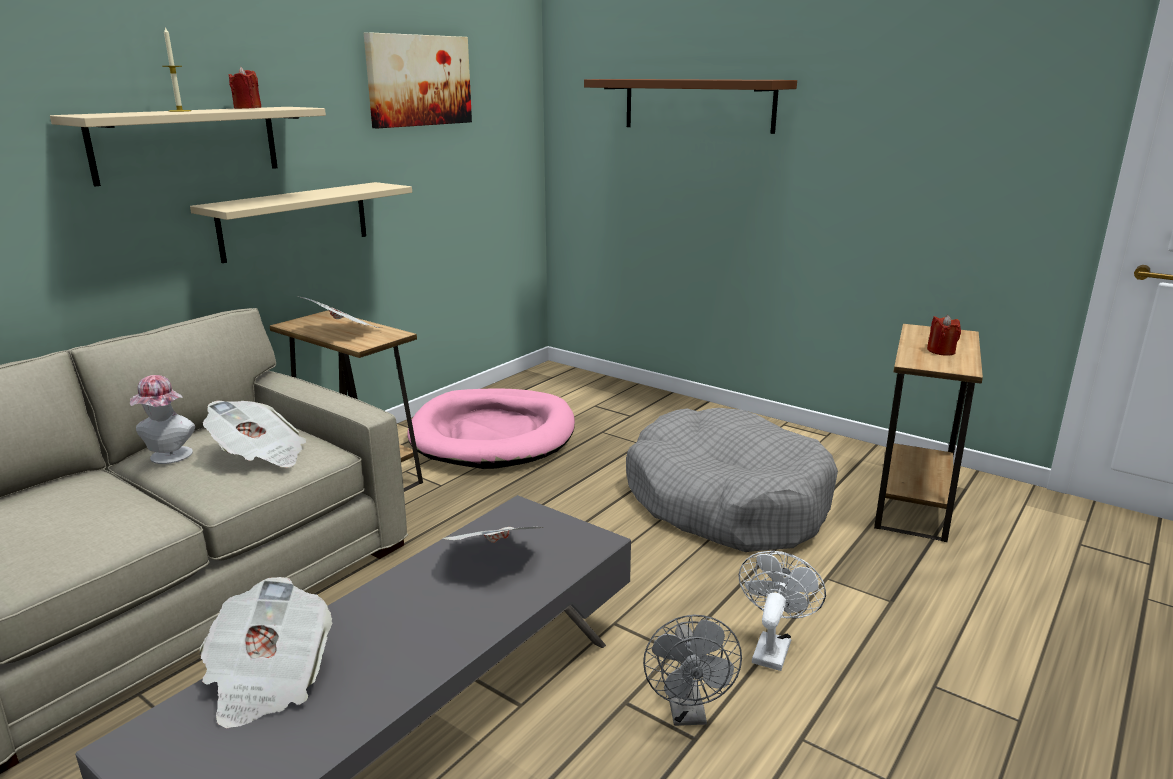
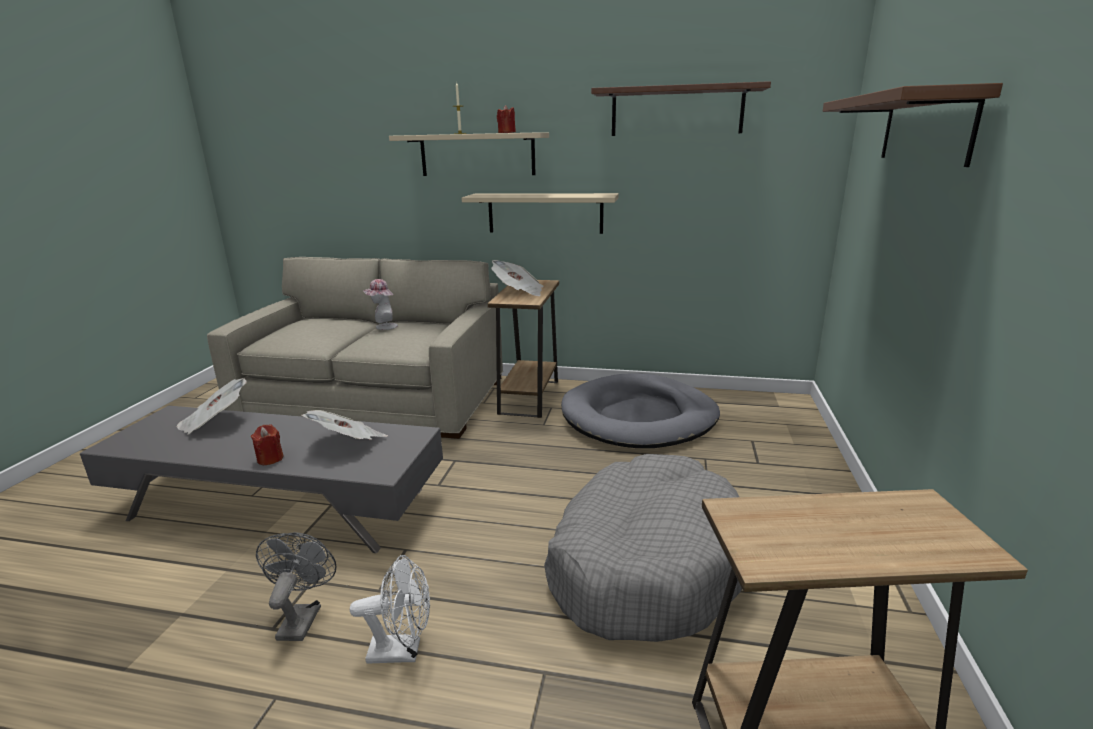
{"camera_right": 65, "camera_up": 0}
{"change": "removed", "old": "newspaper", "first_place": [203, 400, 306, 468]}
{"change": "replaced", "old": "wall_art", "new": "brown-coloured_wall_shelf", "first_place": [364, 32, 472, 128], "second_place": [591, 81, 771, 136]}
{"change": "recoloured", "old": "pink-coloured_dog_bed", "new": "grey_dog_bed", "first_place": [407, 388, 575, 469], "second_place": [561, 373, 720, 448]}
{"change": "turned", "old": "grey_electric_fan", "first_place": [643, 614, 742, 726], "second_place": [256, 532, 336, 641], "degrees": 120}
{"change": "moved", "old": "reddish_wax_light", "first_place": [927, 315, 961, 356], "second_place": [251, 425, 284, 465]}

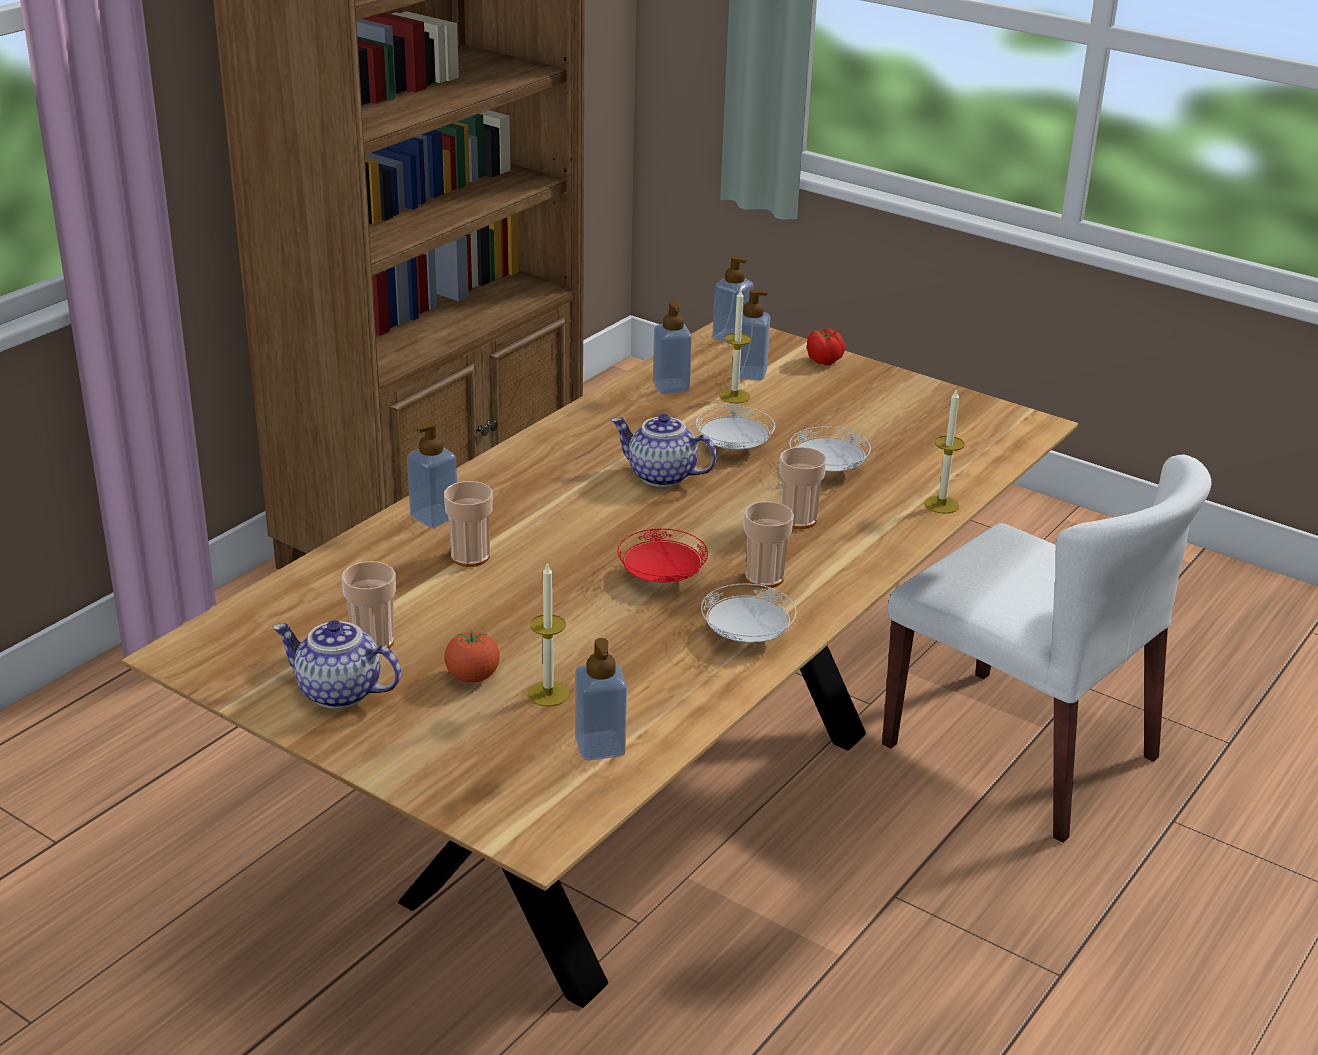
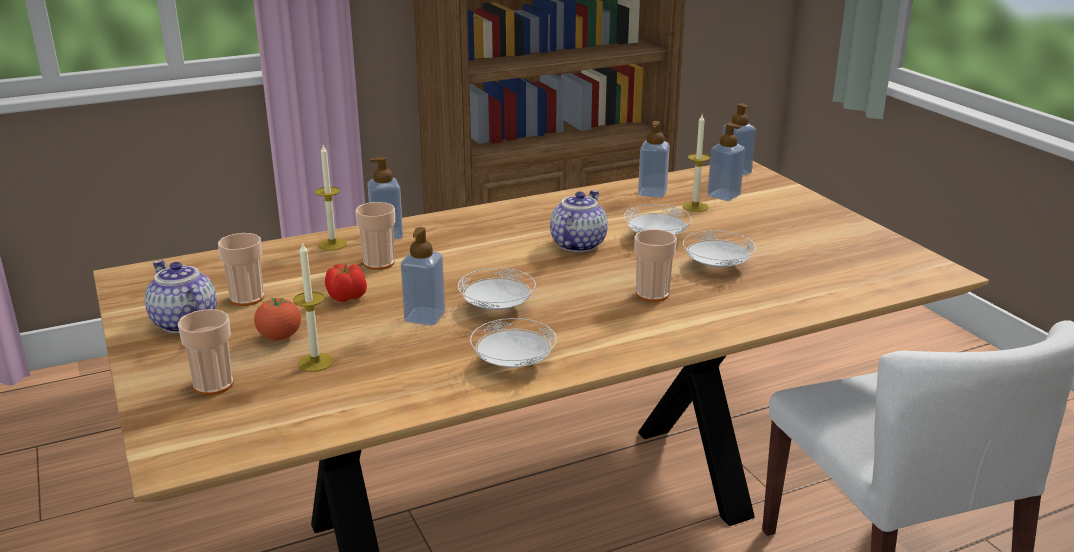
{"camera_right": 30, "camera_up": -5}
{"change": "moved", "old": "liquid_soap_bottle", "first_place": [575, 638, 627, 761], "second_place": [401, 227, 445, 326]}
{"change": "turned", "old": "pot_for_tea", "first_place": [611, 414, 717, 487], "second_place": [550, 190, 608, 252], "degrees": 60}
{"change": "recoloured", "old": "reddish_dinner_plate", "new": "white-coloured_dinner_plate", "first_place": [618, 528, 708, 583], "second_place": [458, 268, 536, 310]}
{"change": "moved", "old": "drinking_cup", "first_place": [744, 501, 794, 588], "second_place": [178, 309, 234, 396]}
{"change": "moved", "old": "fresh_tomato", "first_place": [807, 328, 845, 365], "second_place": [325, 263, 367, 302]}
{"change": "moved", "old": "wax_light", "first_place": [925, 388, 965, 514], "second_place": [315, 145, 347, 250]}

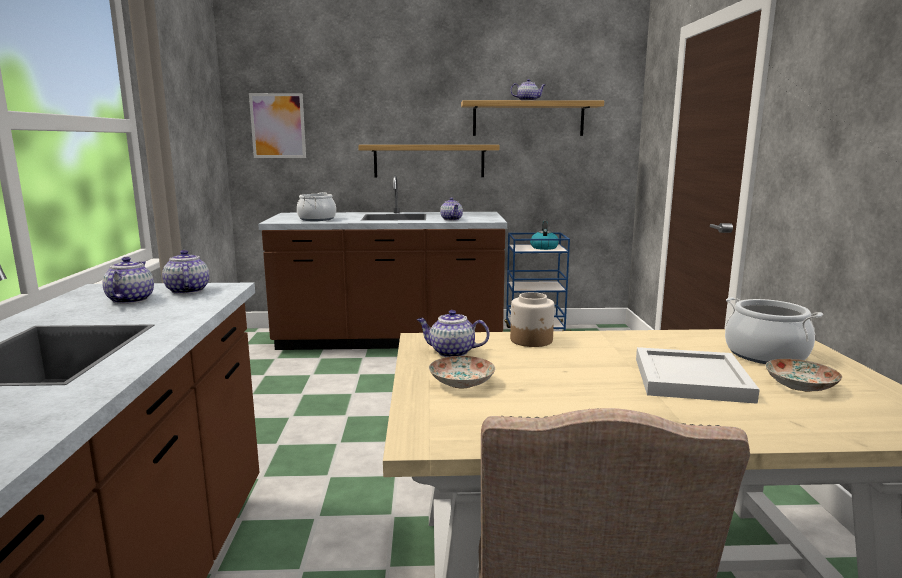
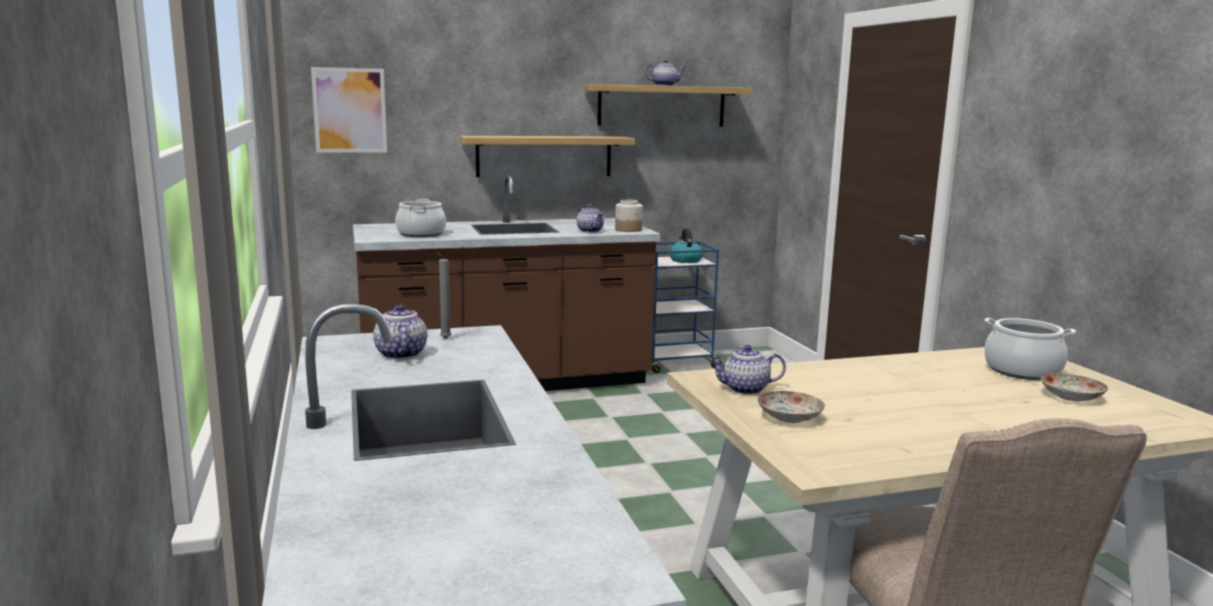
{"camera_right": -15, "camera_up": 0}
{"change": "replaced", "old": "pot_for_tea", "new": "grey_wax_light", "first_place": [162, 250, 209, 294], "second_place": [435, 252, 451, 339]}
{"change": "moved", "old": "jar", "first_place": [510, 292, 554, 347], "second_place": [615, 200, 643, 232]}
{"change": "removed", "old": "white-coloured_tray", "first_place": [636, 347, 760, 404]}

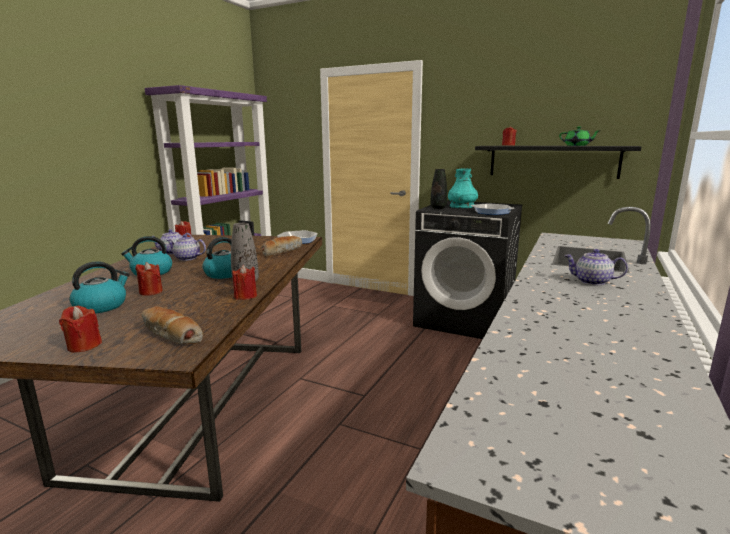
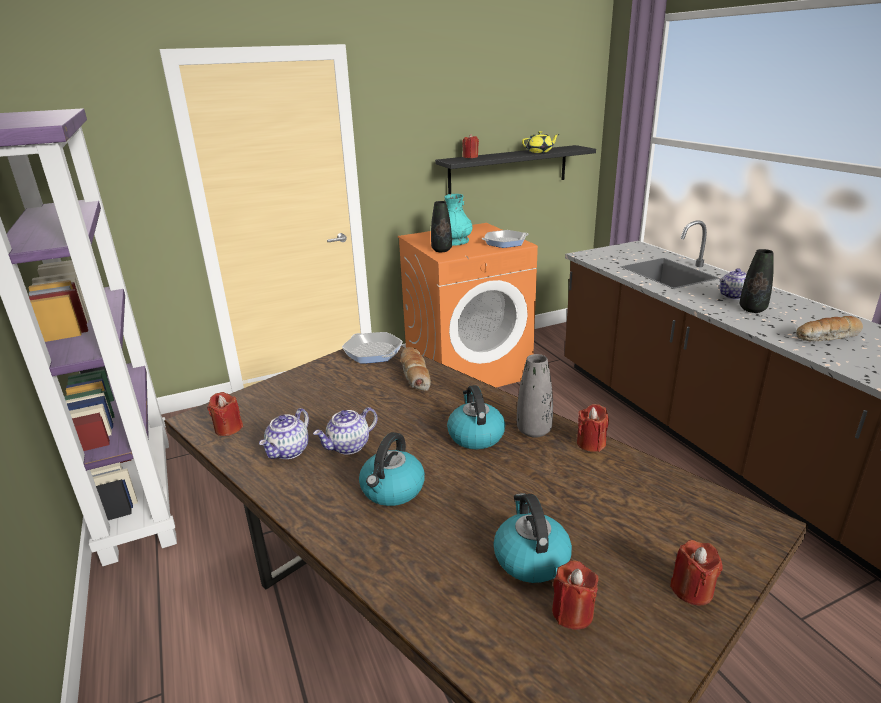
{"camera_right": -50, "camera_up": 10}
{"change": "moved", "old": "reddish_wax_light", "first_place": [135, 262, 163, 296], "second_place": [552, 560, 599, 630]}
{"change": "moved", "old": "bakery_bread", "first_place": [141, 306, 203, 344], "second_place": [796, 316, 863, 342]}
{"change": "recoloured", "old": "black_laundry_appliance", "new": "orangey_laundry_appliance", "first_place": [413, 200, 522, 339], "second_place": [398, 223, 538, 388]}
{"change": "recoloured", "old": "green_pot_for_tea", "new": "yellowish_pot_for_tea", "first_place": [559, 127, 601, 146], "second_place": [522, 131, 559, 153]}
{"change": "added", "new": "black_decorative_vase", "second_place": [740, 249, 774, 313]}

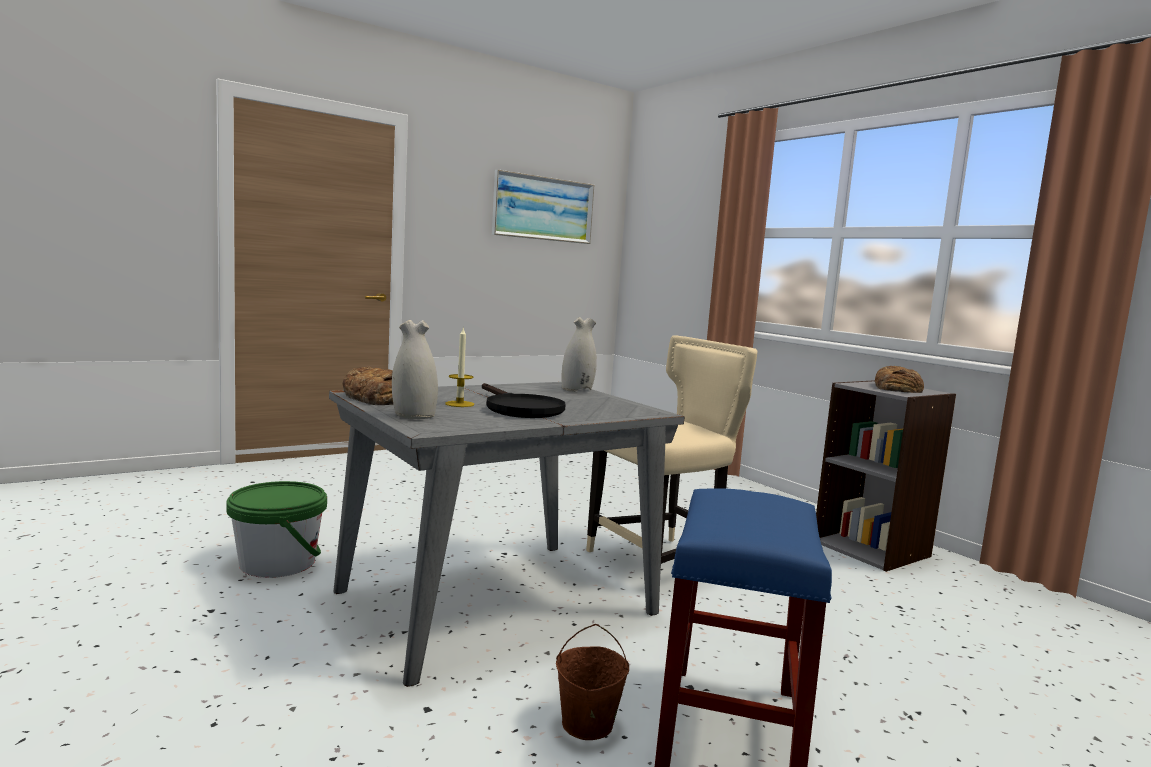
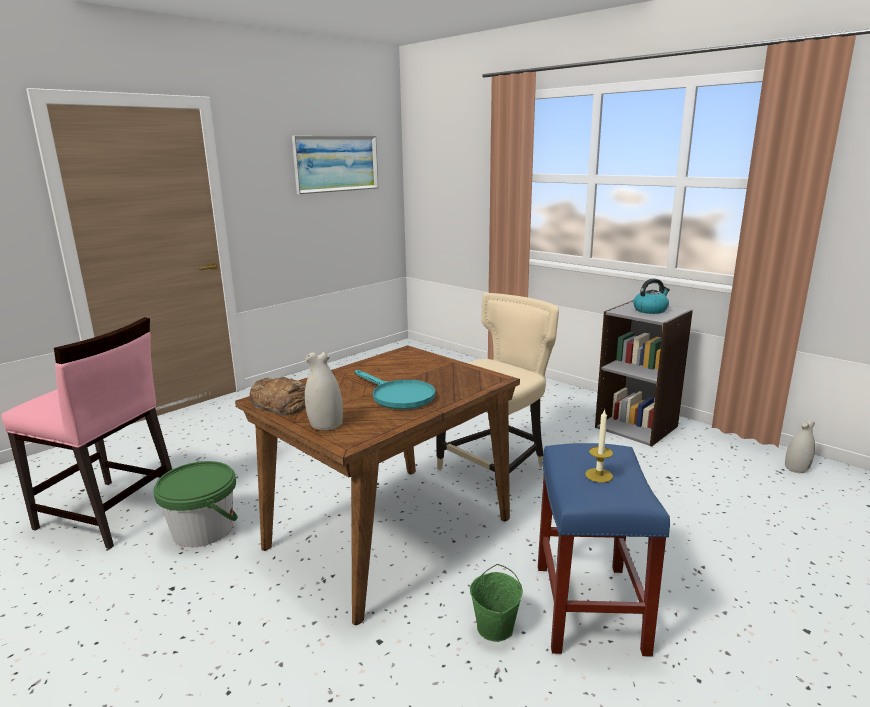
{"camera_right": -10, "camera_up": 10}
{"change": "recoloured", "old": "grey_dining_table", "new": "brown-coloured_dining_table", "first_place": [329, 382, 684, 687], "second_place": [235, 345, 520, 625]}
{"change": "moved", "old": "wax_light", "first_place": [445, 328, 474, 407], "second_place": [585, 409, 613, 483]}
{"change": "recoloured", "old": "black_pan", "new": "blue-green_pan", "first_place": [482, 383, 565, 418], "second_place": [355, 370, 435, 409]}
{"change": "recoloured", "old": "brown-coloured_water_bucket", "new": "green_water_bucket", "first_place": [556, 624, 629, 740], "second_place": [470, 564, 523, 642]}
{"change": "moved", "old": "white-coloured_decorative_vase", "first_place": [562, 317, 597, 392], "second_place": [785, 420, 815, 473]}
{"change": "replaced", "old": "bakery_bread", "new": "tea_kettle", "first_place": [875, 366, 924, 393], "second_place": [633, 279, 670, 314]}
{"change": "added", "new": "pink-coloured_chair", "second_place": [2, 317, 172, 549]}

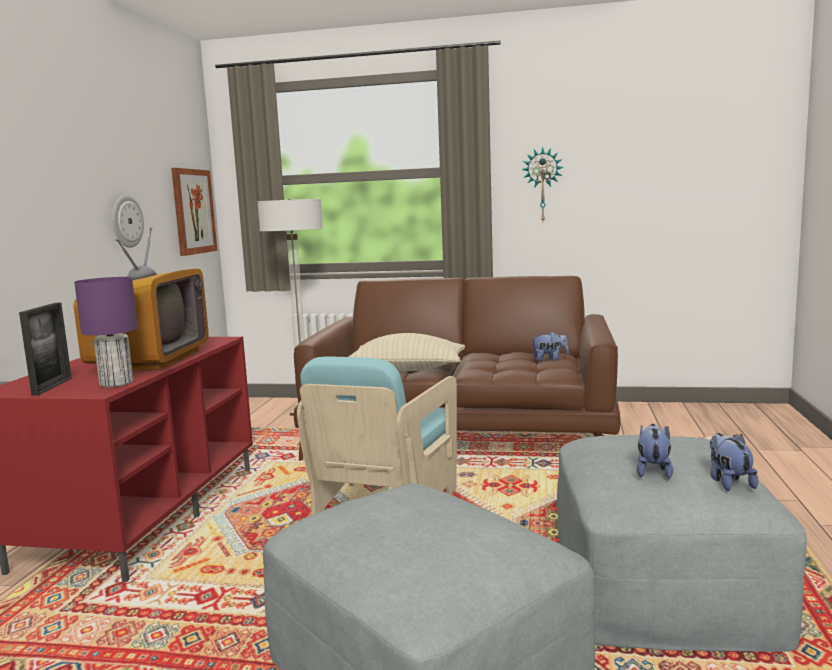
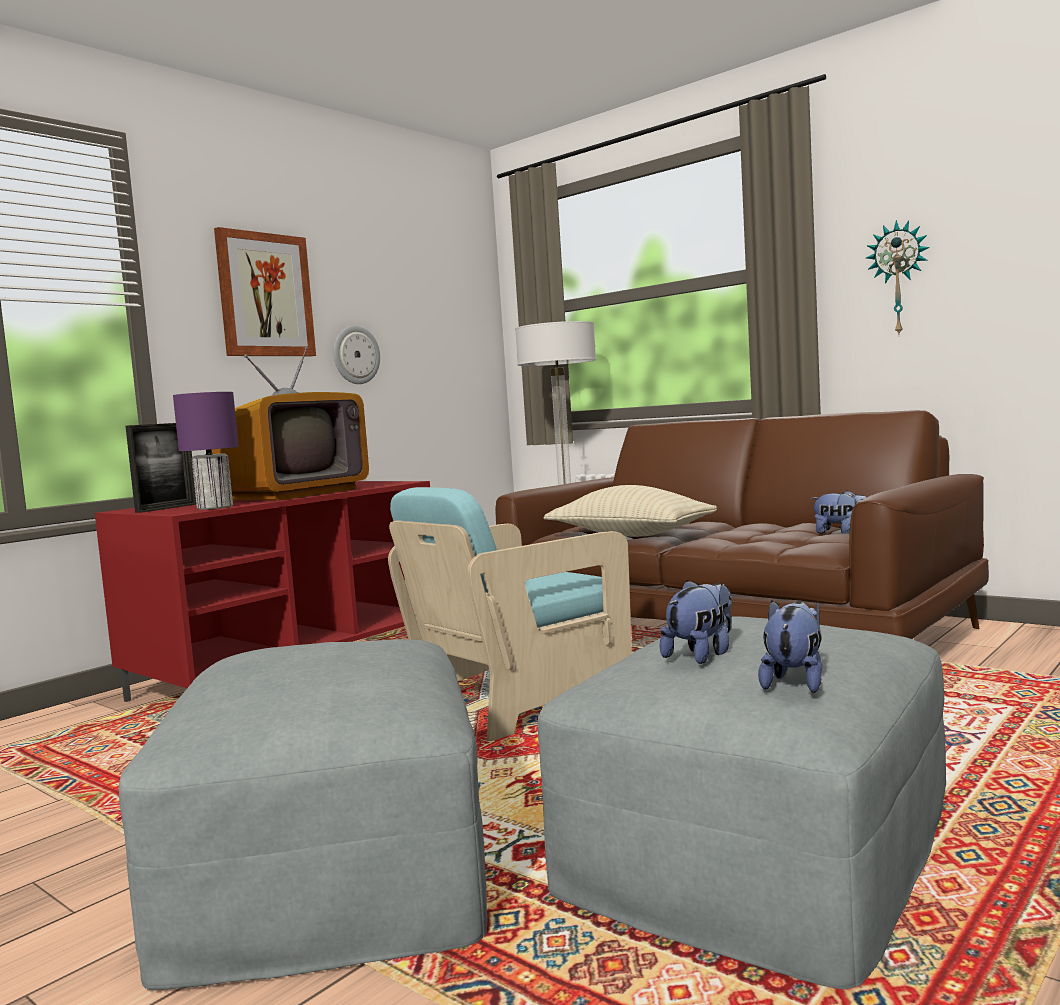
{"camera_right": 30, "camera_up": -5}
{"change": "moved", "old": "wall_art", "first_place": [171, 168, 217, 256], "second_place": [214, 227, 316, 356]}

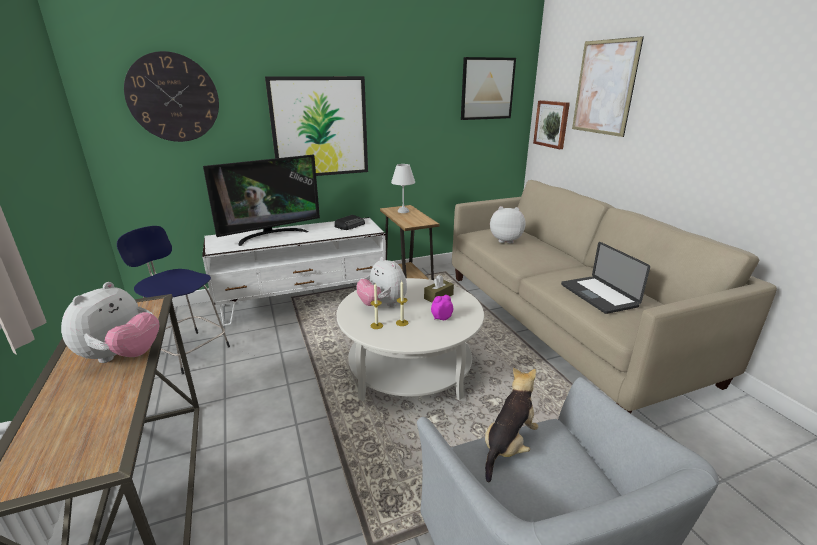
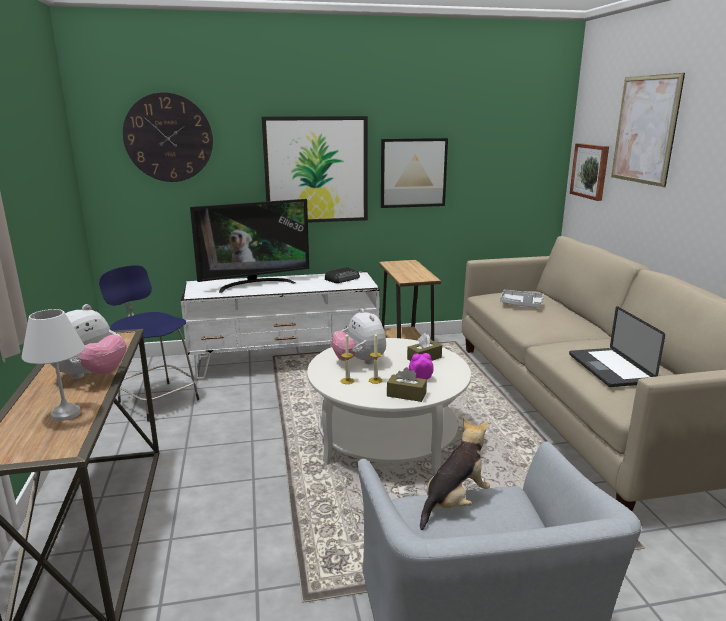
{"camera_right": 10, "camera_up": -5}
{"change": "moved", "old": "white-coloured_tabletop_lamp", "first_place": [391, 164, 415, 213], "second_place": [22, 309, 85, 421]}
{"change": "moved", "old": "wall_art", "first_place": [461, 57, 516, 120], "second_place": [381, 138, 448, 208]}
{"change": "replaced", "old": "soft_toy", "new": "grey_tray", "first_place": [490, 206, 526, 243], "second_place": [500, 290, 544, 308]}
{"change": "added", "new": "brown-coloured_box_of_tissues", "second_place": [387, 367, 427, 402]}

